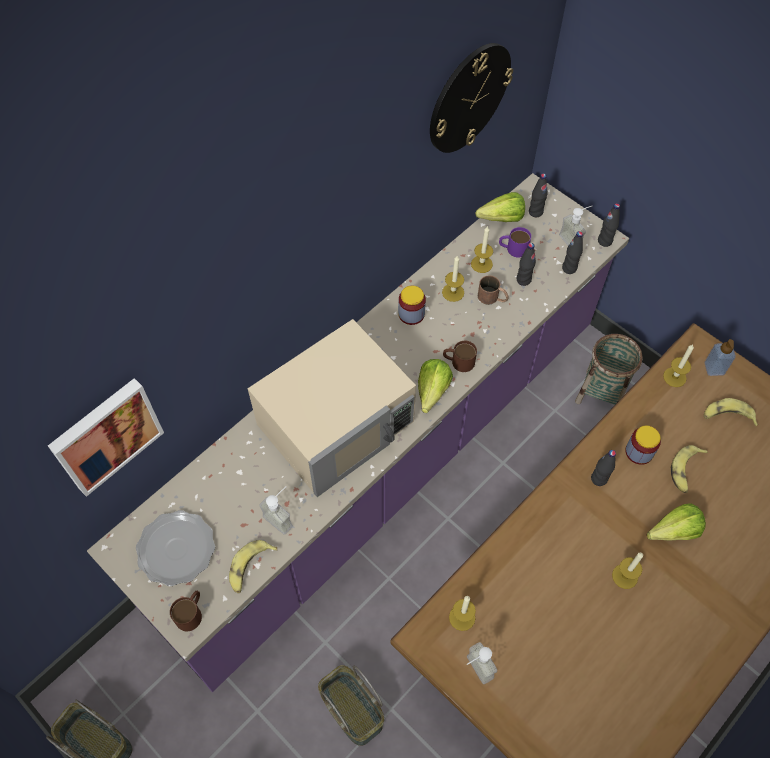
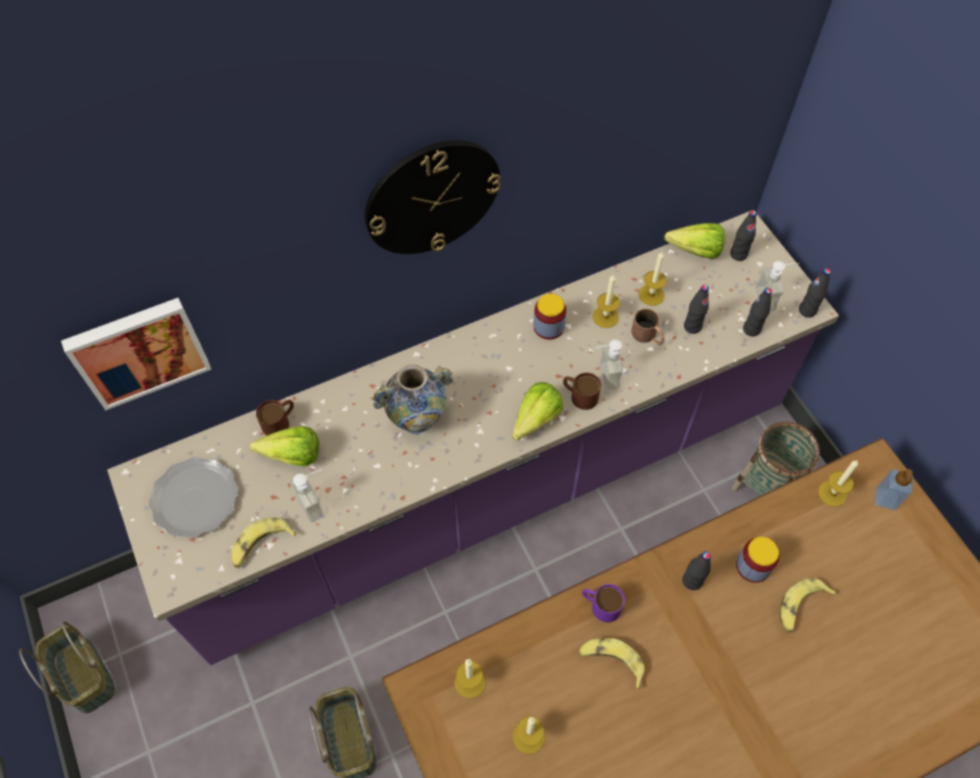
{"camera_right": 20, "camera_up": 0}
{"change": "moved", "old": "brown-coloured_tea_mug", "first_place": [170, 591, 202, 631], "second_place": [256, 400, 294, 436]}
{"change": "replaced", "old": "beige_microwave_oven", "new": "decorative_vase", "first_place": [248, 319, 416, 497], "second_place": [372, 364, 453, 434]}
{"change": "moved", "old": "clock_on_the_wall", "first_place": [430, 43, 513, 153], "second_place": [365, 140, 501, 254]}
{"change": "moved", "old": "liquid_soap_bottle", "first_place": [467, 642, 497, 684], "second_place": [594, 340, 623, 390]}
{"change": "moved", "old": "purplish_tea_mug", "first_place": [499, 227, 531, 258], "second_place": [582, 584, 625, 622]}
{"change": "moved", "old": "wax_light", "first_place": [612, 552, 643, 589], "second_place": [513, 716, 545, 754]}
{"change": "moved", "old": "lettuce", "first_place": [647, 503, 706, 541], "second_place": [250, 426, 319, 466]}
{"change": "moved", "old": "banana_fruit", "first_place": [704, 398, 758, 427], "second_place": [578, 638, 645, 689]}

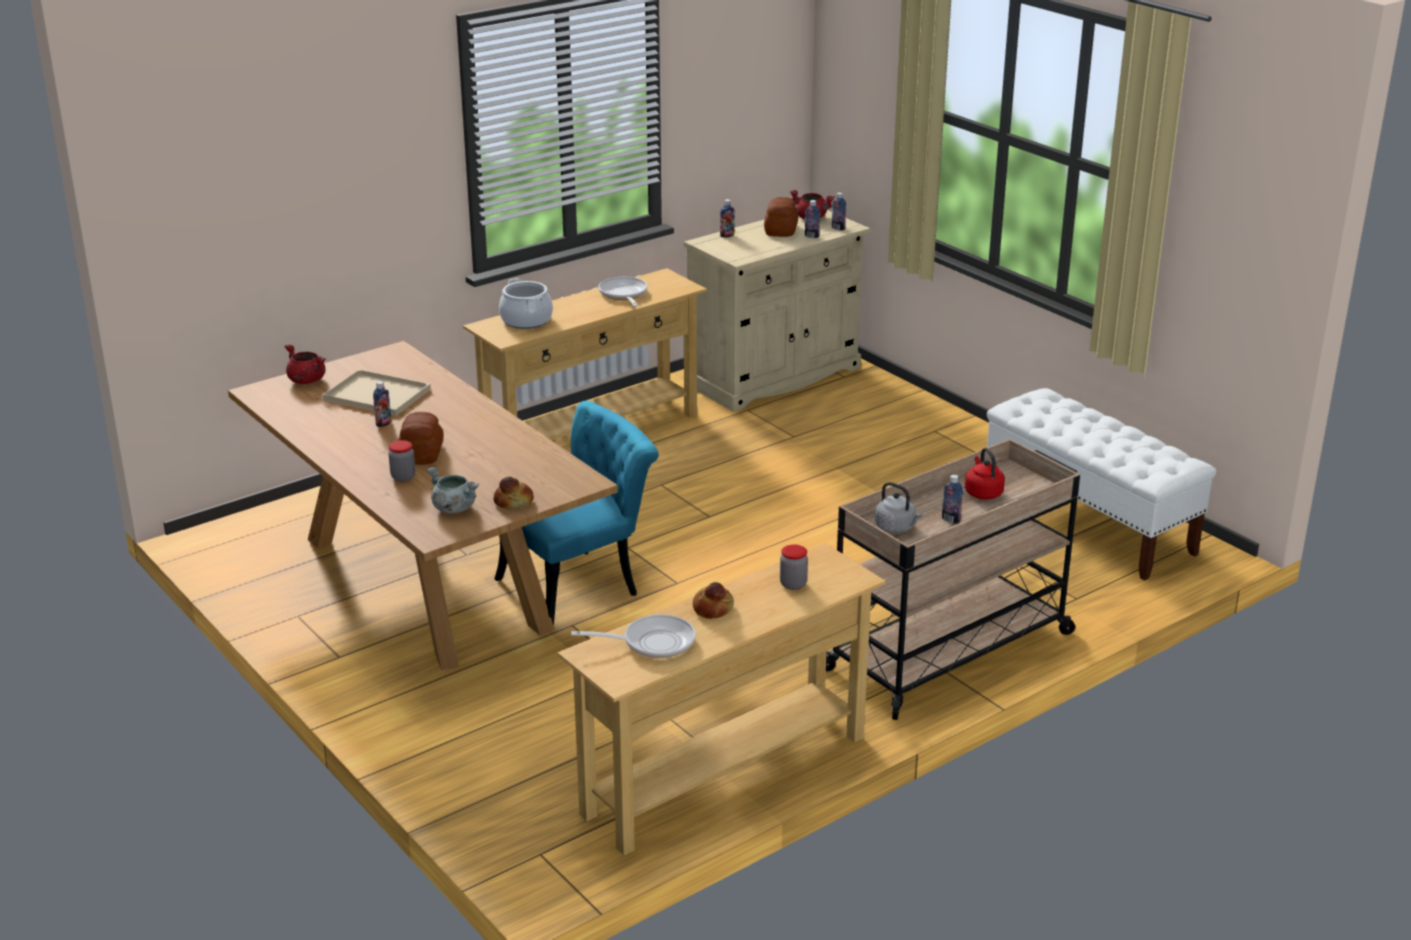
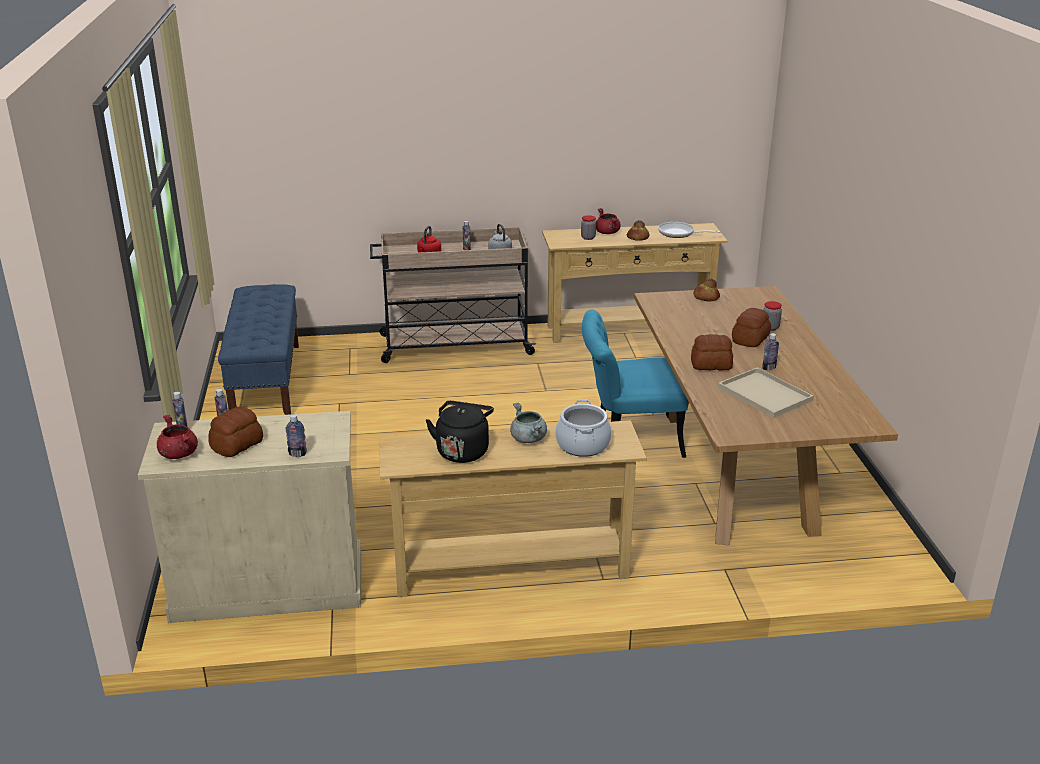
{"camera_right": -150, "camera_up": 0}
{"change": "moved", "old": "reddish_cooking_pot", "first_place": [284, 344, 326, 384], "second_place": [596, 208, 621, 234]}
{"change": "moved", "old": "grey_cooking_pot", "first_place": [427, 467, 479, 513], "second_place": [510, 403, 547, 443]}
{"change": "replaced", "old": "pan", "new": "black_tea_kettle", "first_place": [598, 277, 648, 307], "second_place": [426, 401, 494, 463]}
{"change": "recoloured", "old": "white-coloured_long_seat", "new": "blue-coloured_long_seat", "first_place": [987, 388, 1216, 580], "second_place": [218, 284, 299, 415]}
{"change": "added", "new": "bakery_bread", "second_place": [691, 334, 733, 371]}

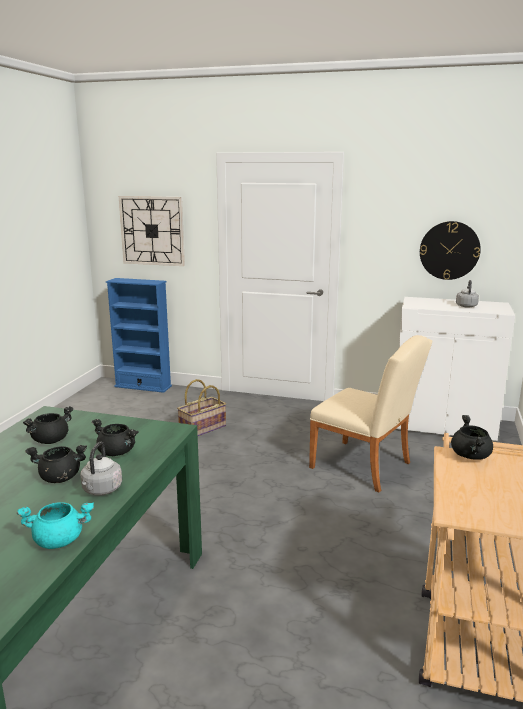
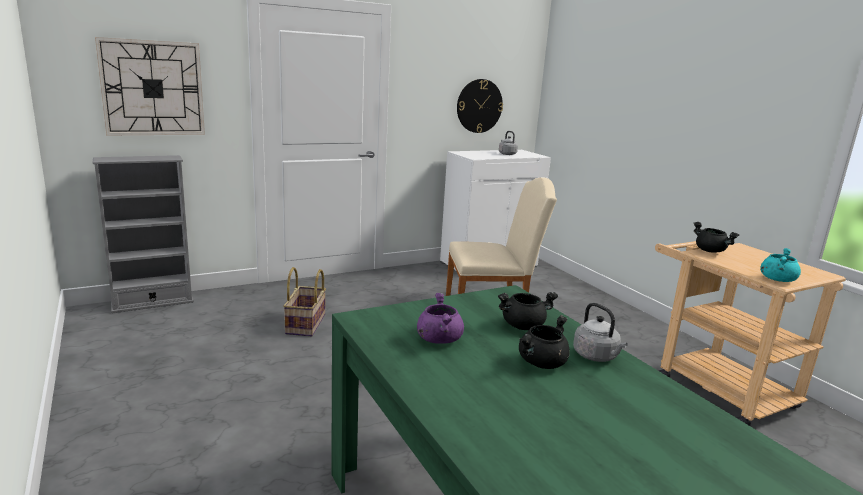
{"camera_right": -45, "camera_up": 0}
{"change": "moved", "old": "blue-green_cooking_pot", "first_place": [17, 502, 94, 549], "second_place": [760, 248, 801, 282]}
{"change": "recoloured", "old": "black_cooking_pot", "new": "purplish_cooking_pot", "first_place": [23, 406, 74, 444], "second_place": [417, 293, 464, 344]}
{"change": "recoloured", "old": "blue-coloured_bookcase", "new": "grey_bookcase", "first_place": [106, 278, 172, 393], "second_place": [93, 155, 194, 313]}

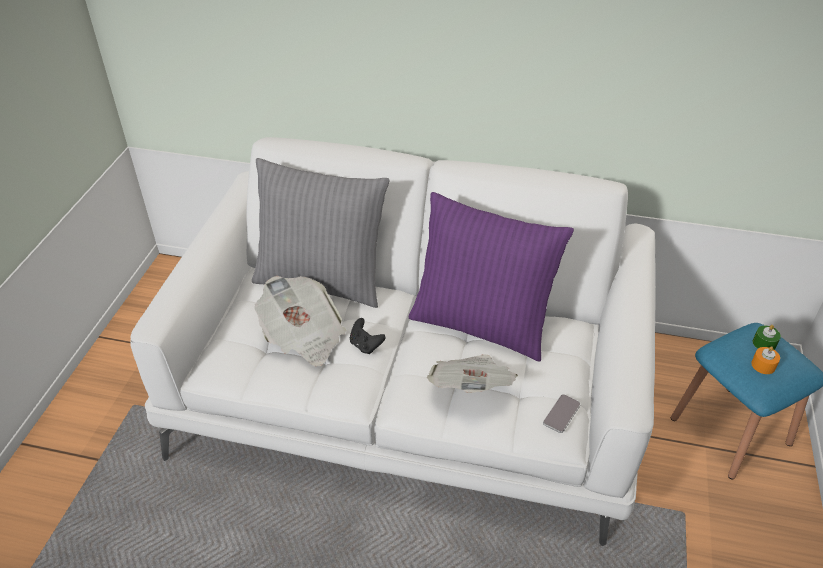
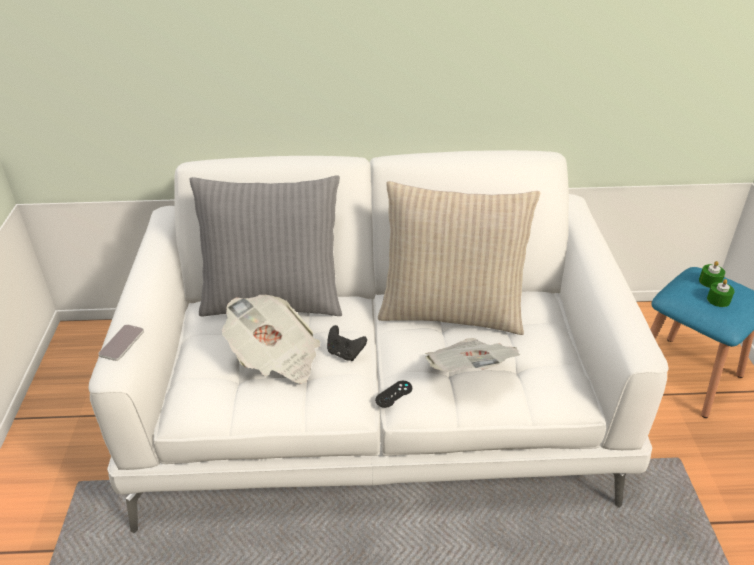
{"camera_right": -15, "camera_up": -5}
{"change": "recoloured", "old": "purplish_pillow", "new": "beige_pillow", "first_place": [408, 192, 574, 362], "second_place": [378, 181, 540, 335]}
{"change": "moved", "old": "phone", "first_place": [543, 394, 581, 433], "second_place": [98, 324, 144, 361]}
{"change": "recoloured", "old": "orangey_wax_light", "new": "green_wax_light", "first_place": [751, 346, 780, 374], "second_place": [707, 279, 734, 307]}
{"change": "added", "new": "black_joypad", "second_place": [375, 381, 412, 408]}

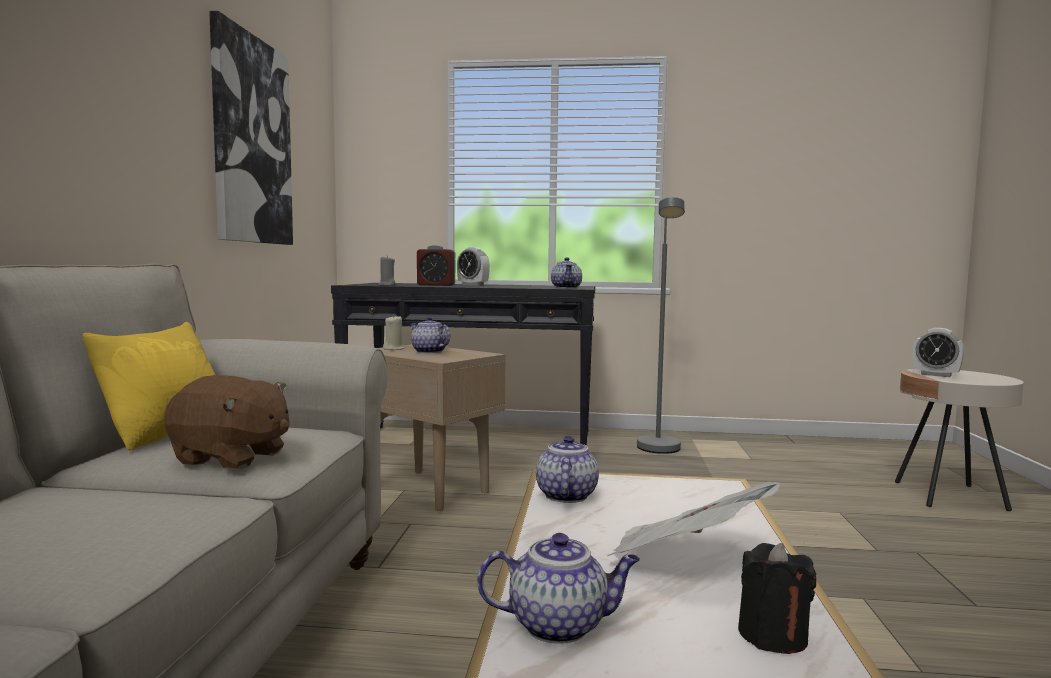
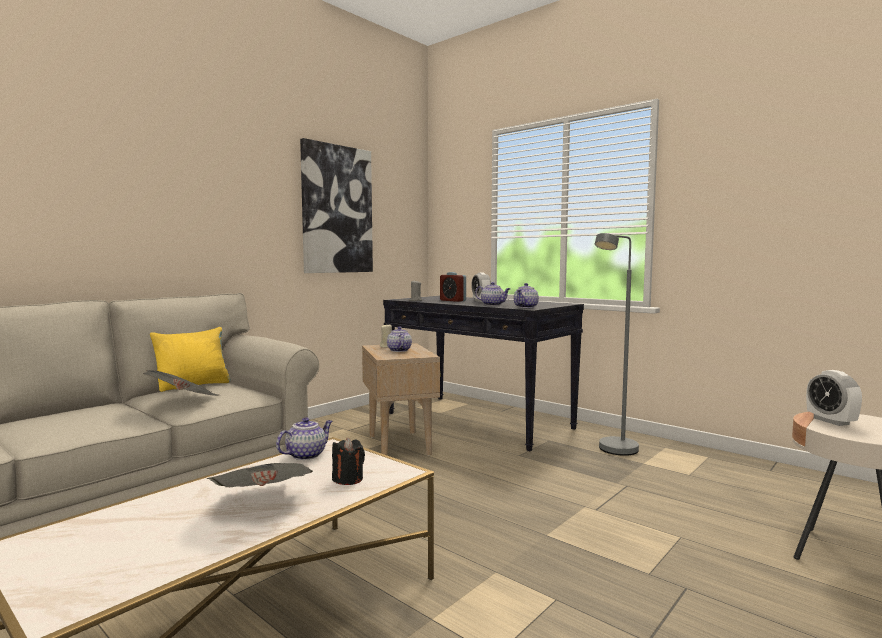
{"camera_right": 35, "camera_up": 0}
{"change": "replaced", "old": "brown-coloured_soft_toy", "new": "newspaper", "first_place": [164, 375, 290, 469], "second_place": [143, 370, 219, 396]}
{"change": "moved", "old": "pot_for_tea", "first_place": [477, 533, 640, 644], "second_place": [475, 282, 510, 306]}
{"change": "moved", "old": "black_wax_light", "first_place": [738, 543, 816, 654], "second_place": [332, 438, 365, 485]}

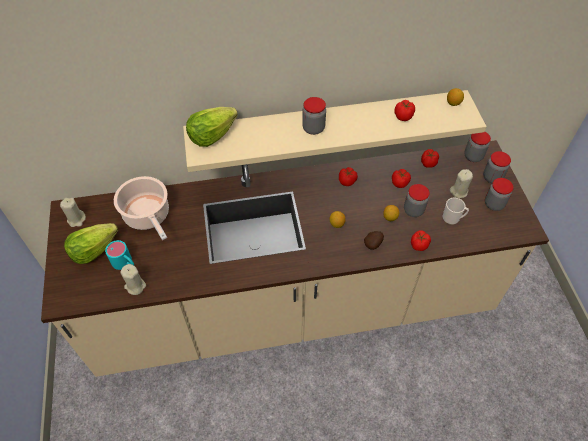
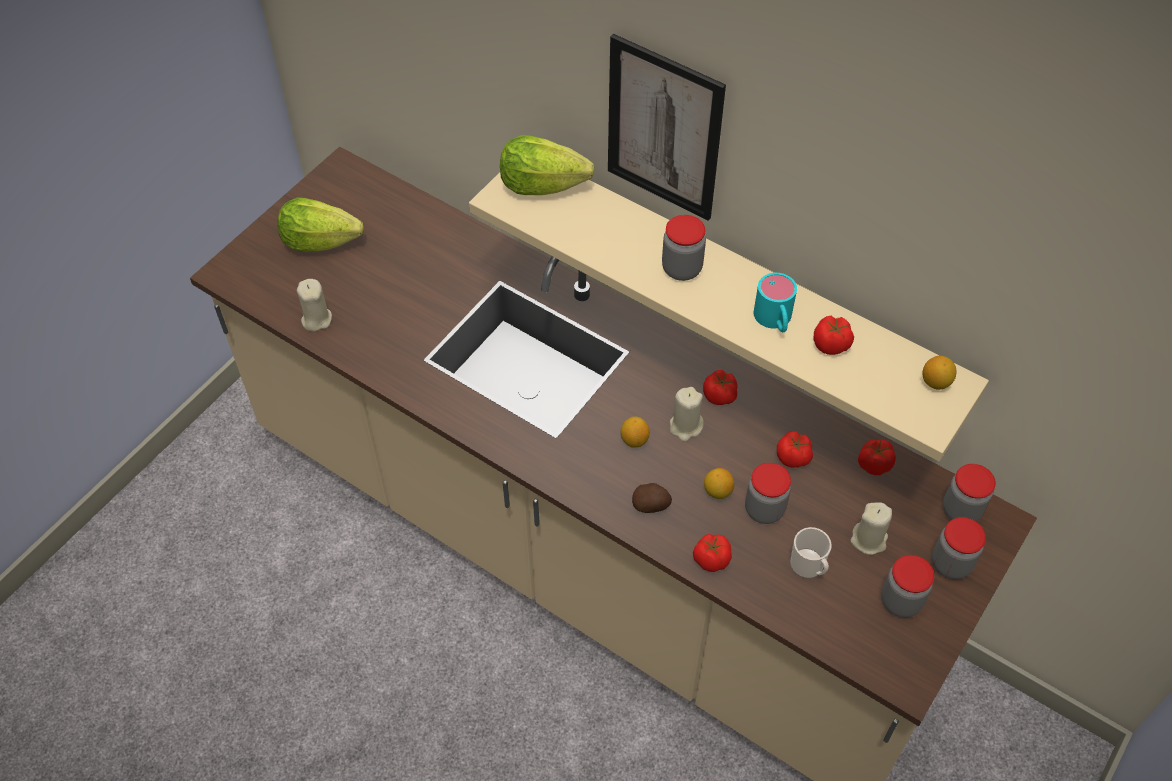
{"camera_right": 45, "camera_up": 0}
{"change": "moved", "old": "beige_wax_light", "first_place": [60, 198, 86, 227], "second_place": [670, 387, 704, 442]}
{"change": "moved", "old": "blue-green_tea_mug", "first_place": [105, 240, 134, 270], "second_place": [754, 273, 797, 332]}
{"change": "removed", "old": "cooking_pot", "first_place": [114, 176, 169, 240]}
{"change": "added", "new": "wall_art", "second_place": [608, 34, 726, 221]}

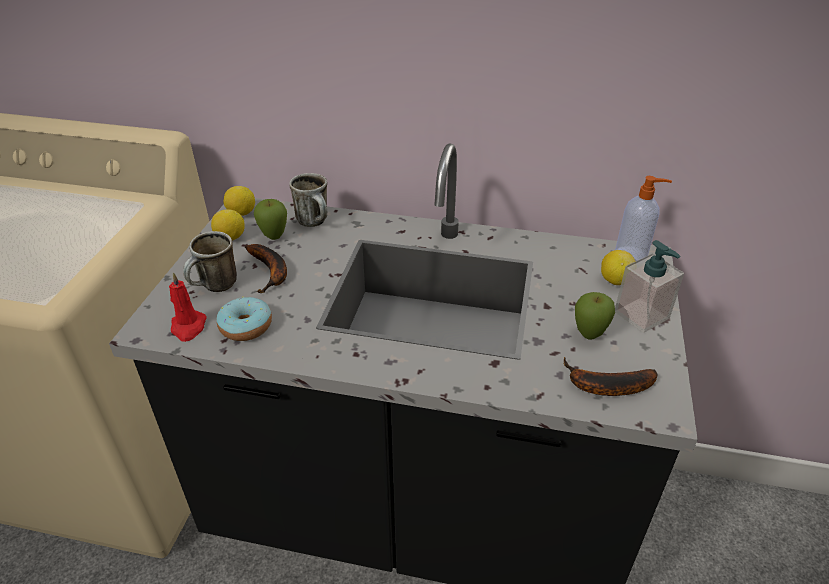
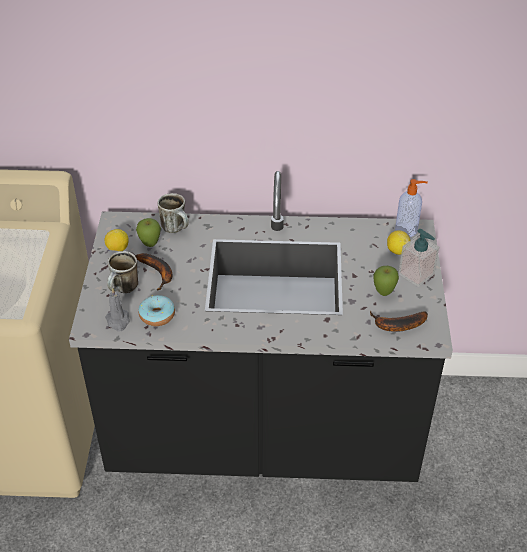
{"camera_right": -10, "camera_up": 5}
{"change": "recoloured", "old": "reddish_wax_light", "new": "grey_wax_light", "first_place": [169, 272, 207, 342], "second_place": [105, 287, 130, 331]}
{"change": "removed", "old": "citrus_fruit", "first_place": [224, 186, 255, 216]}

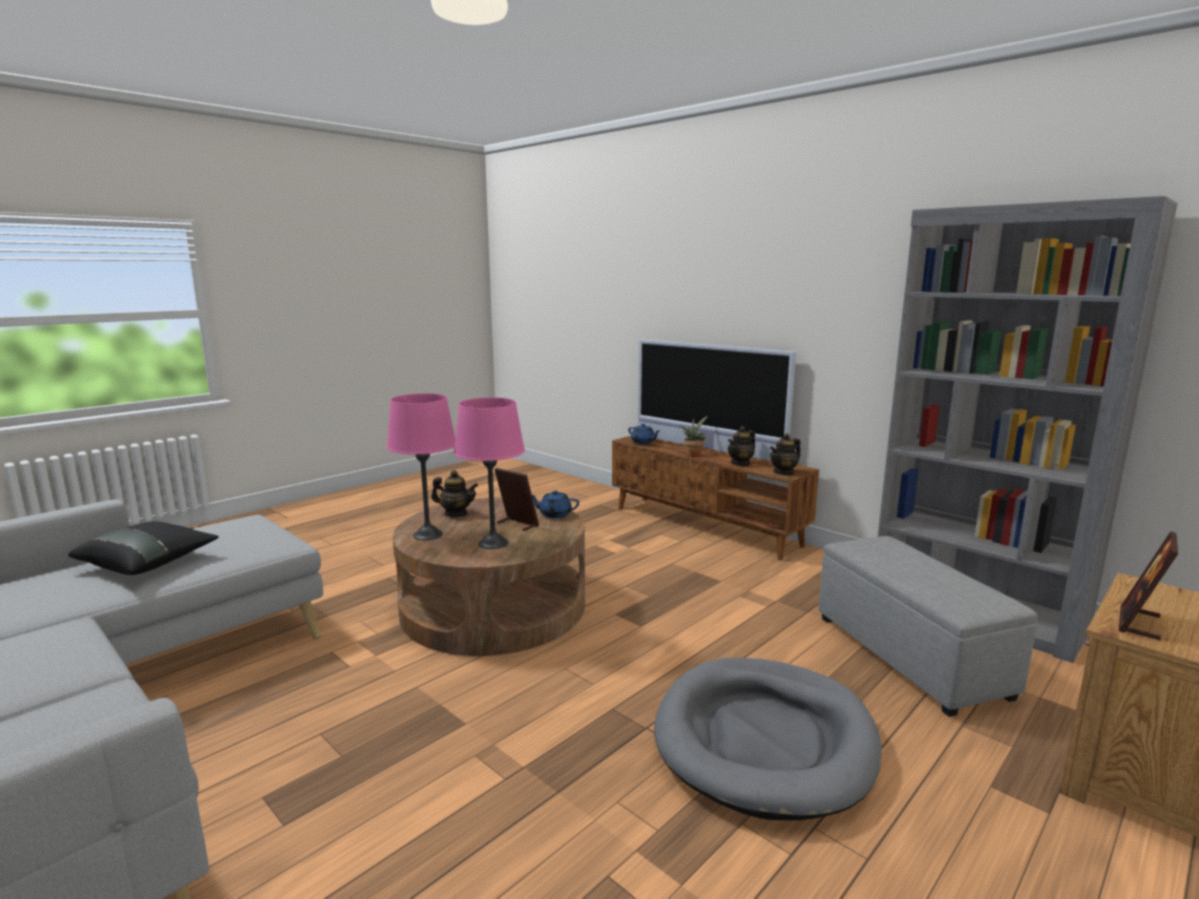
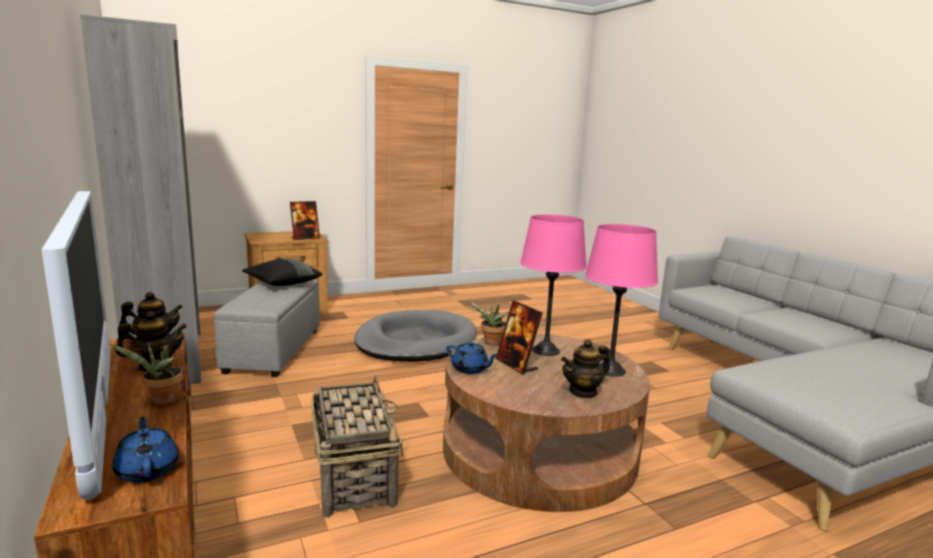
{"camera_right": -160, "camera_up": 0}
{"change": "moved", "old": "black_pillow", "first_place": [68, 521, 219, 575], "second_place": [242, 258, 322, 286]}
{"change": "turned", "old": "pot_for_tea", "first_place": [431, 470, 478, 517], "second_place": [561, 339, 610, 398], "degrees": -60}
{"change": "added", "new": "basket", "second_place": [312, 375, 403, 518]}
{"change": "added", "new": "potted_plant", "second_place": [468, 301, 509, 346]}

